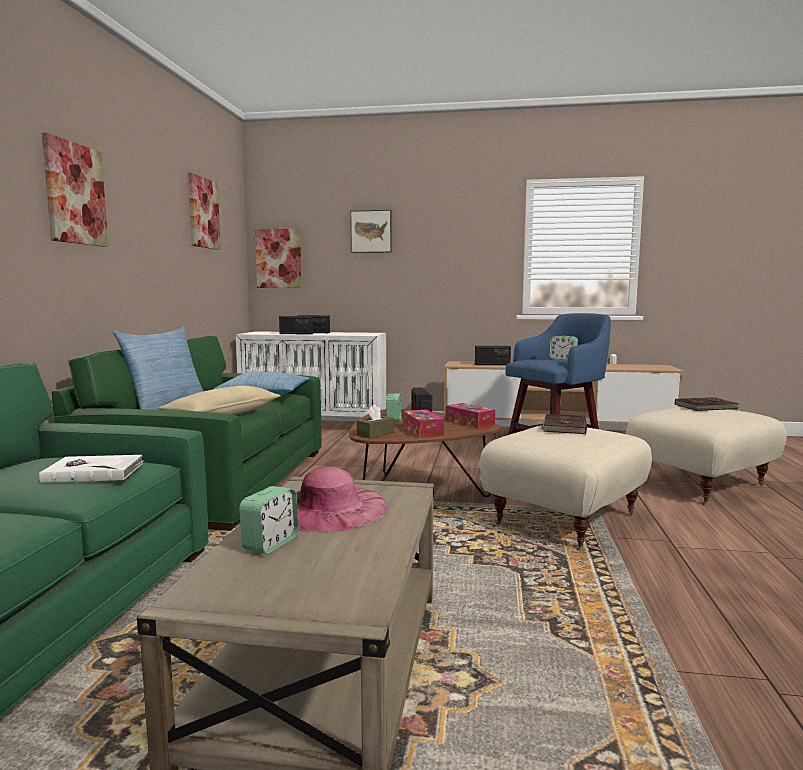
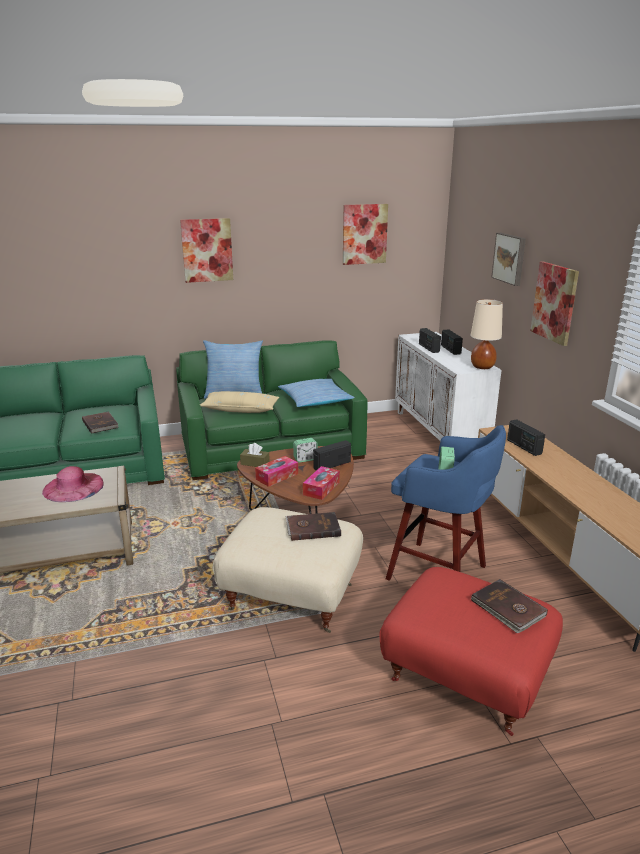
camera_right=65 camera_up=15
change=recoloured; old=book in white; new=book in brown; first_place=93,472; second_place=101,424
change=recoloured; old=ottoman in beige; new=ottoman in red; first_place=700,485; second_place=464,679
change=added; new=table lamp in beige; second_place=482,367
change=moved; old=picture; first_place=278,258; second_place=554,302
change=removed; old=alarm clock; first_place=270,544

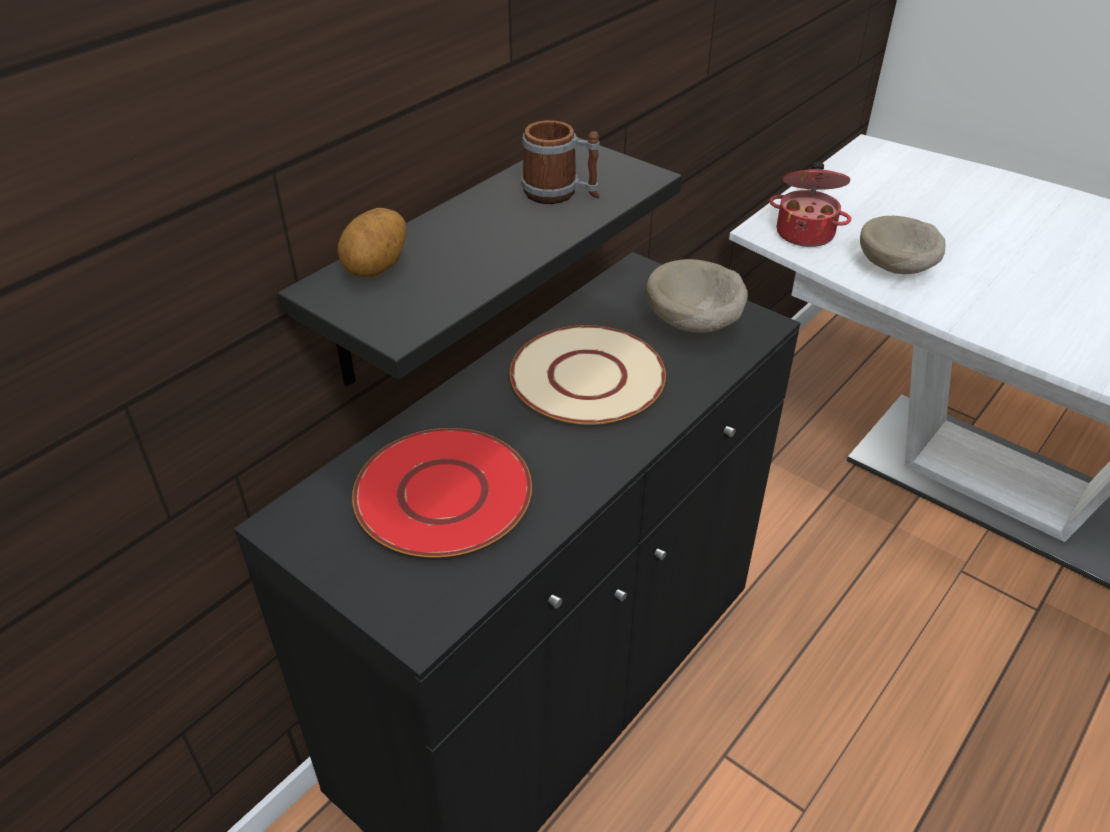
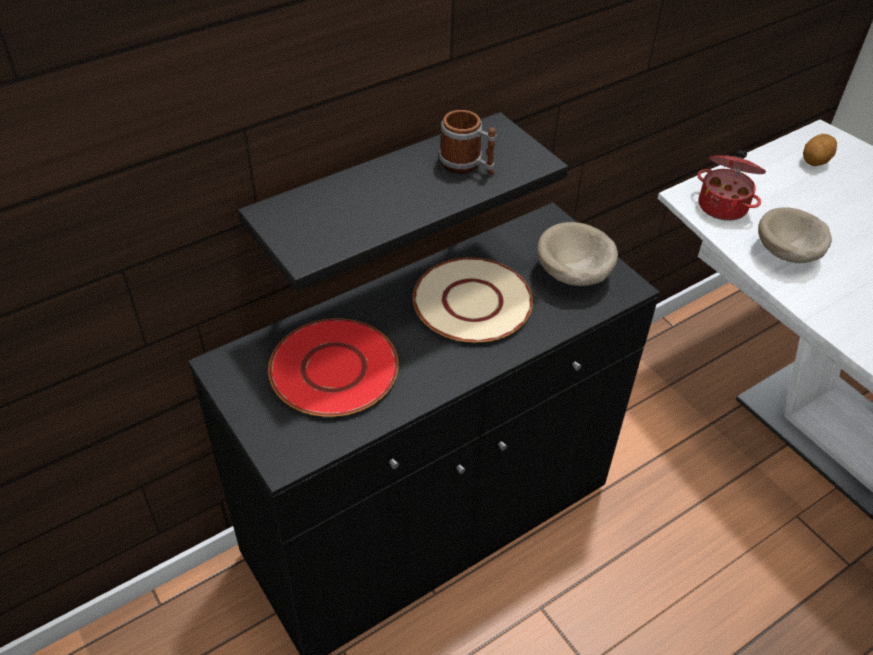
camera_right=15 camera_up=5
change=moved; old=potato; first_place=377,267; second_place=815,161

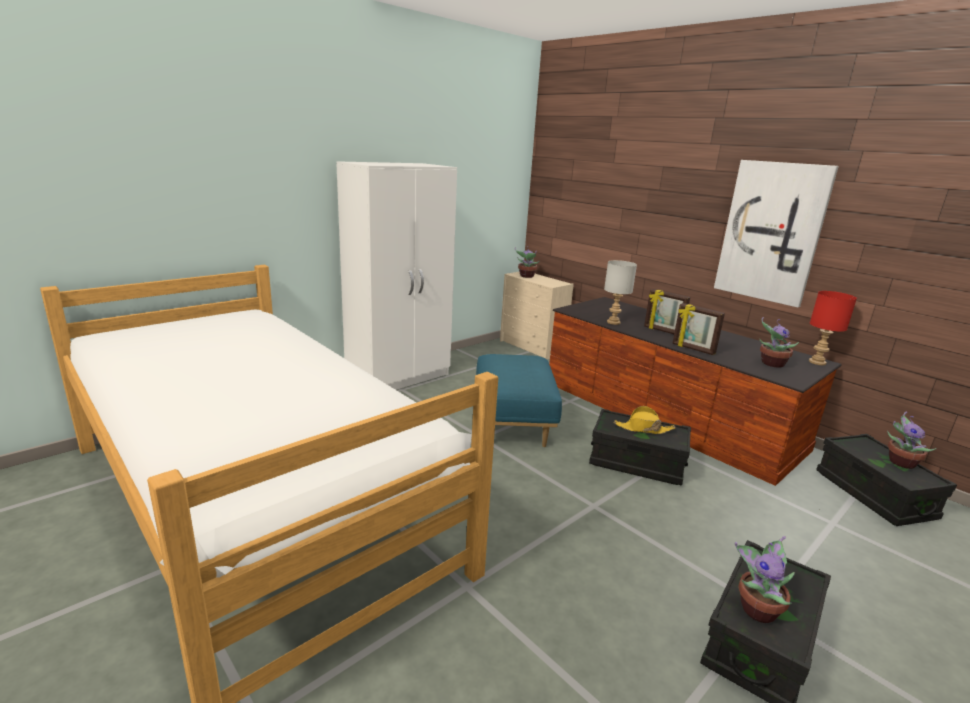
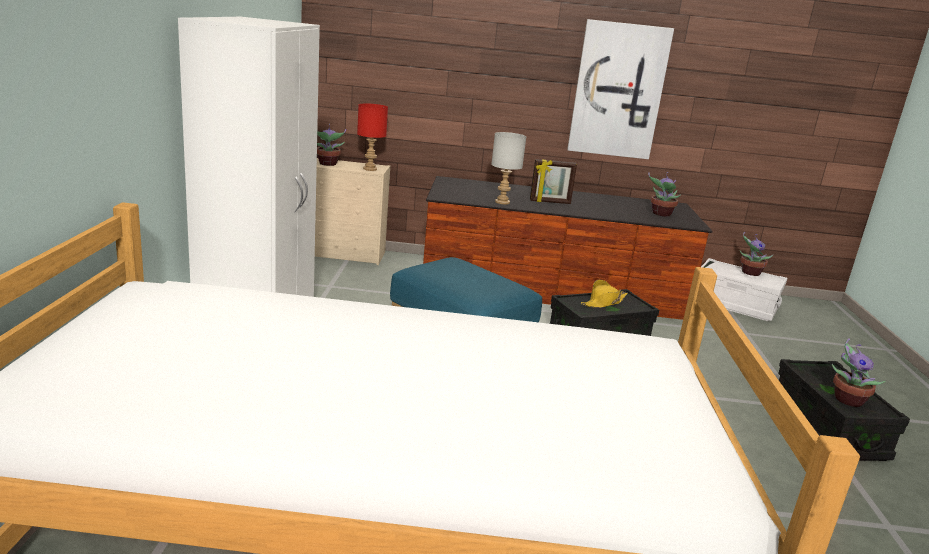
camera_right=-45 camera_up=0
change=moved; old=table lamp in red; first_place=818,362; second_place=370,169
change=recoloured; old=storage box in black; new=storage box in white; first_place=873,495; second_place=734,304
change=removed; old=picture frame; first_place=693,349

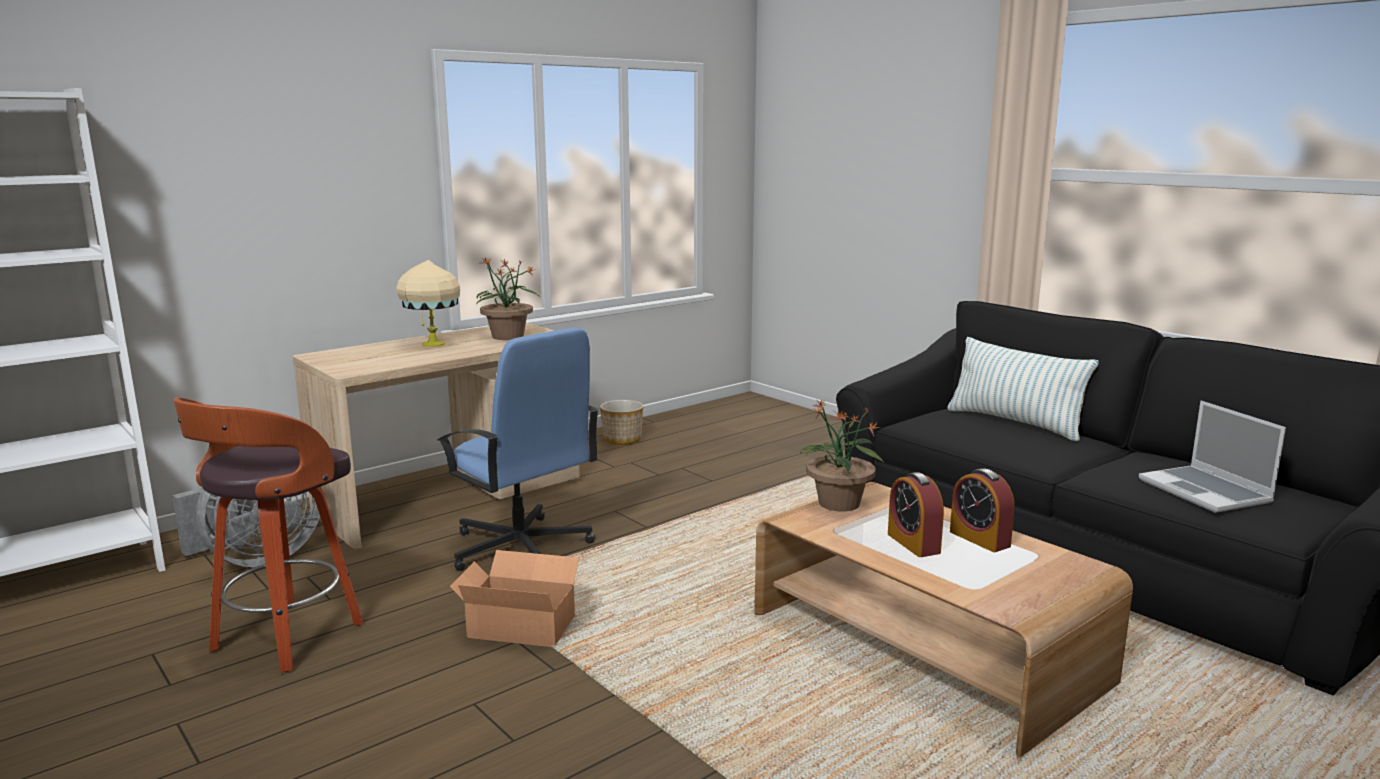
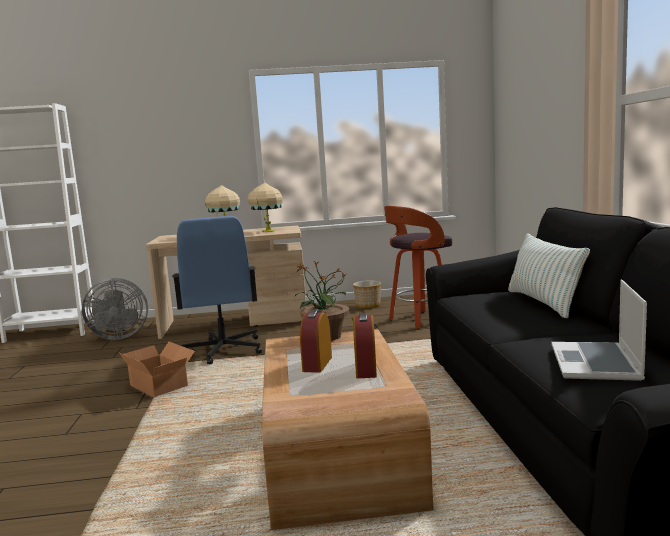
camera_right=35 camera_up=-5
change=replaced; old=potted plant; new=table lamp in beige; first_place=508,337; second_place=268,231
change=moved; old=stool; first_place=285,639; second_place=419,320

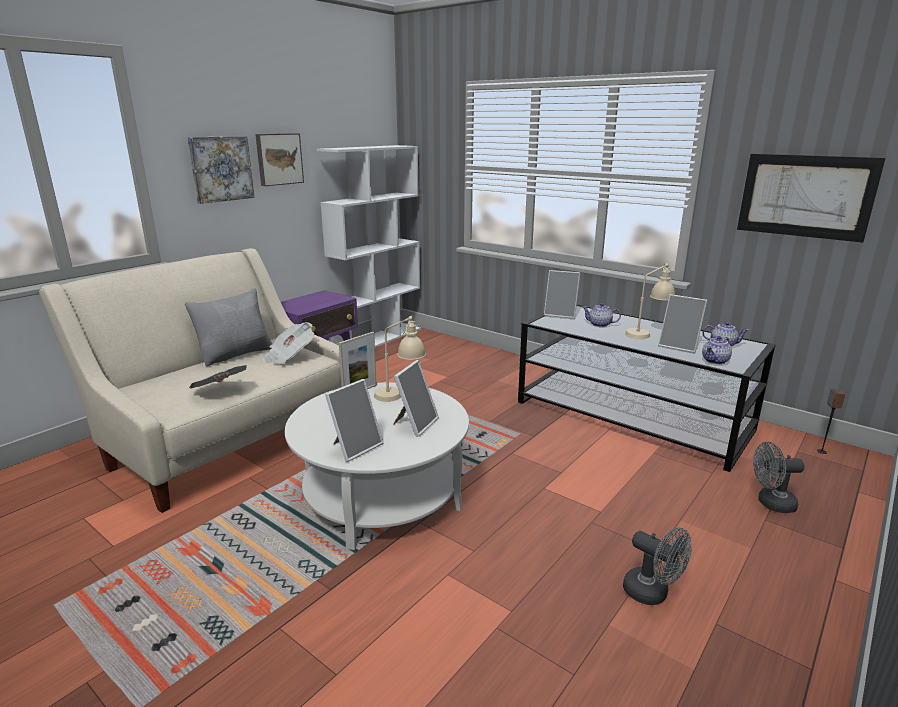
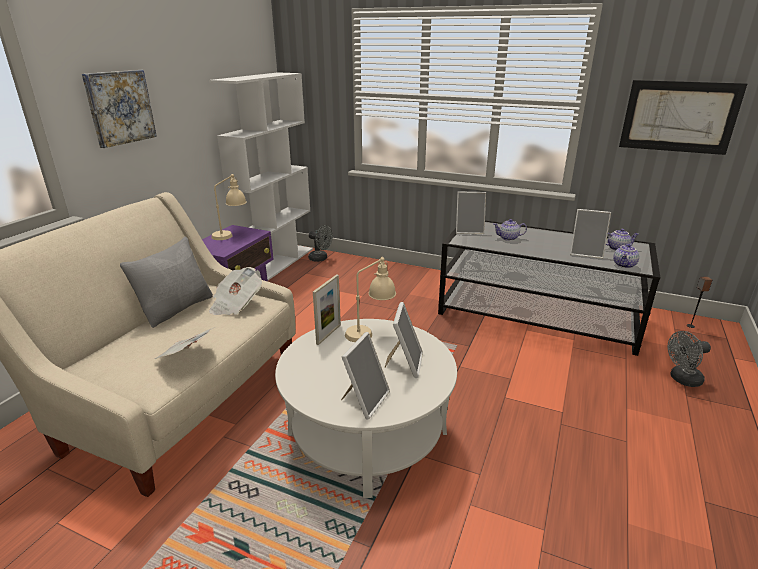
camera_right=-15 camera_up=5
change=moved; old=table lamp in beige; first_place=647,334; second_place=231,235
change=moved; old=fan in grey; first_place=652,593; second_place=320,259
change=removed; old=picture; first_place=278,159

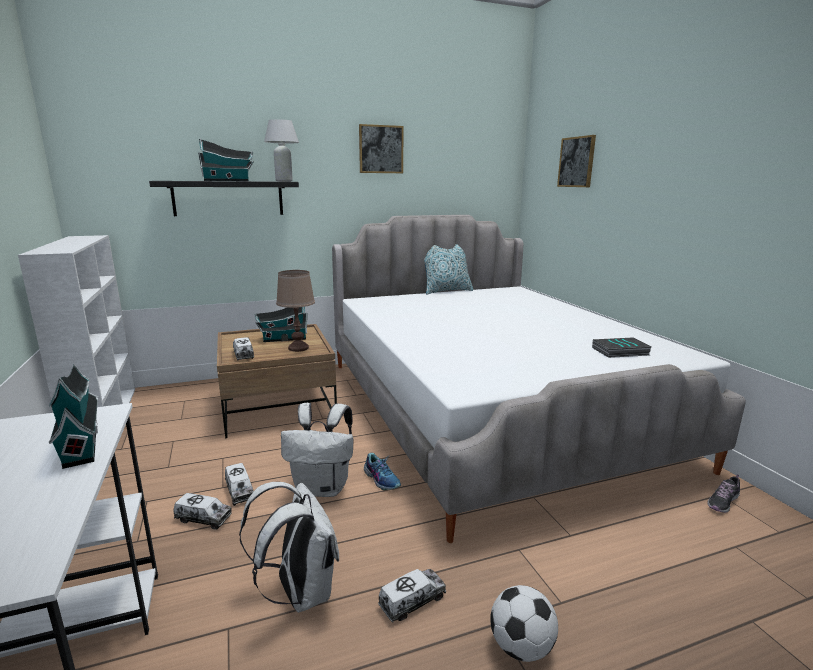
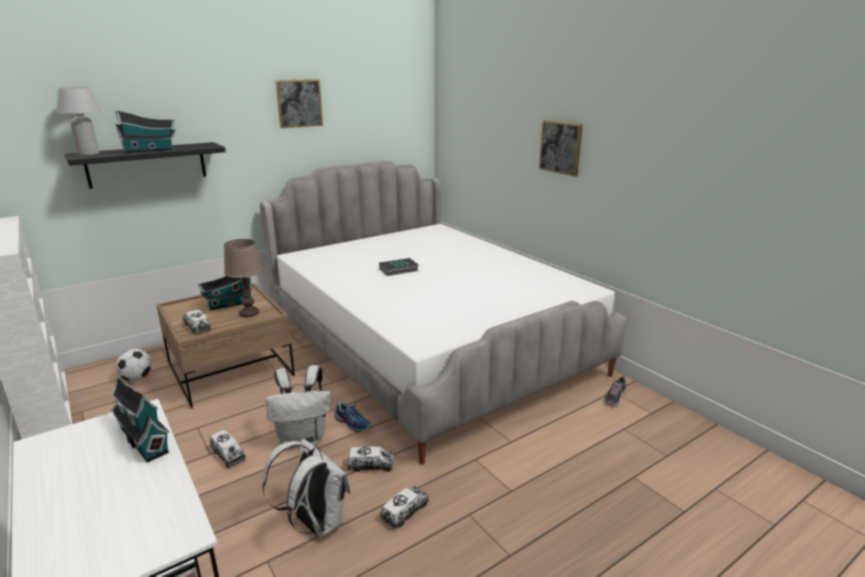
camera_right=-15 camera_up=5
change=moved; old=table lamp in white; first_place=284,181; second_place=88,154
change=moved; old=football; first_place=521,647; second_place=137,378
change=moved; old=toy truck; first_place=203,518; second_place=371,465
change=moved; old=book; first_place=620,351; second_place=398,270
change=moved; old=picture; first_place=576,162; second_place=561,147
change=removed; old=pillow; first_place=446,291

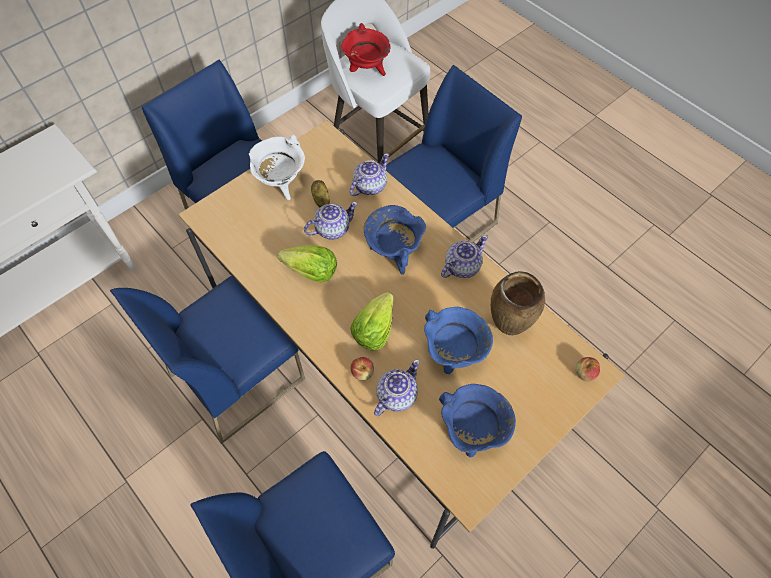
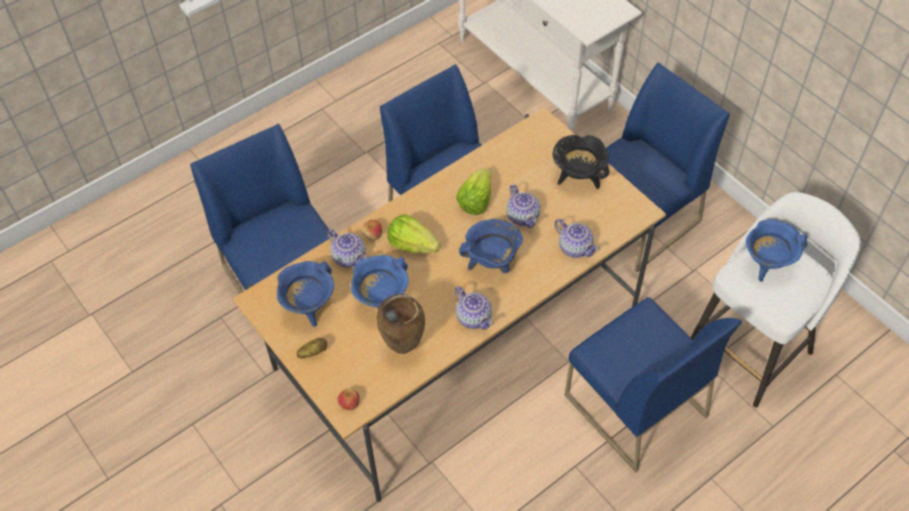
camera_right=95 camera_up=-5
change=moved; old=potato; first_place=321,200; second_place=313,352
change=recoloured; old=cooking pot in white; new=cooking pot in black; first_place=281,184; second_place=578,178
change=recoloured; old=cooking pot in red; new=cooking pot in blue; first_place=367,70; second_place=766,264

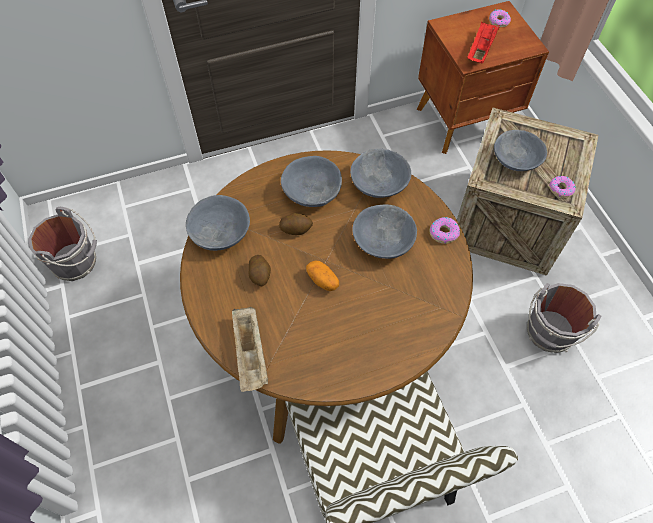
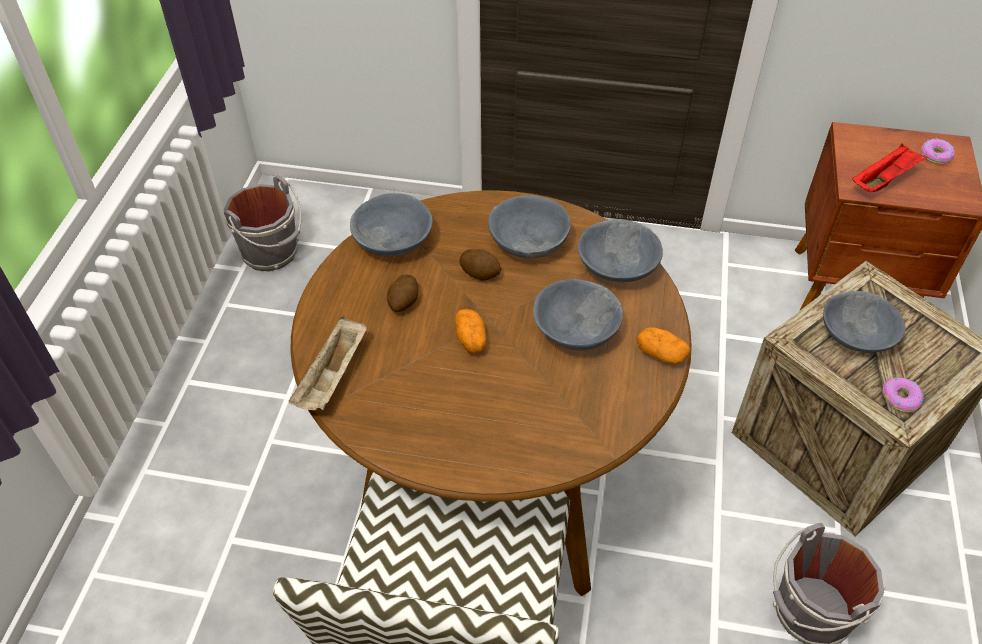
camera_right=30 camera_up=-10
change=replaced; old=donut; new=potato; first_place=443,233; second_place=661,354

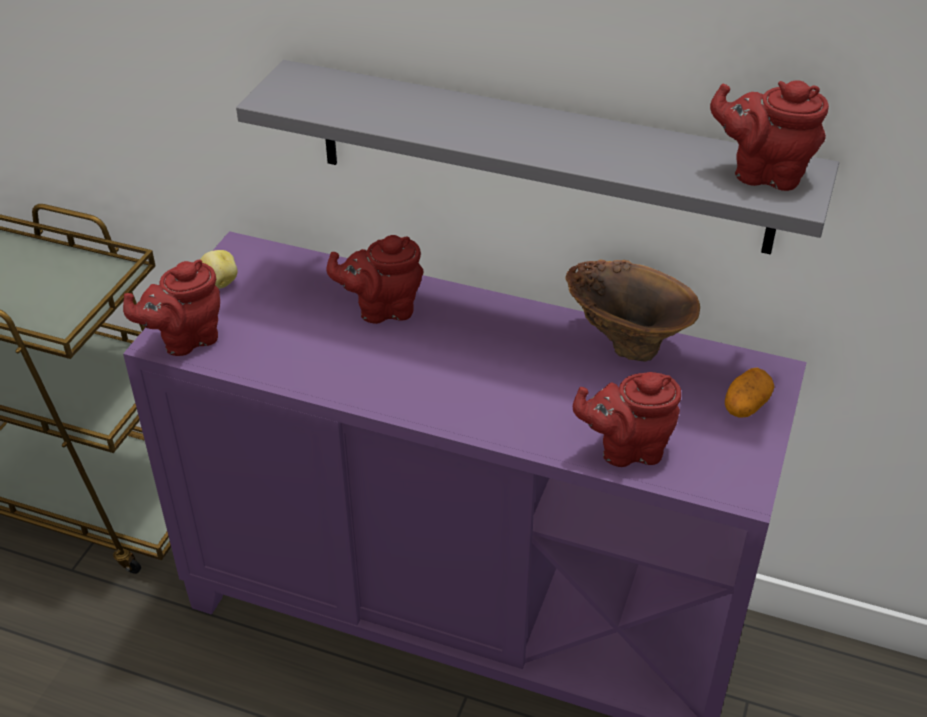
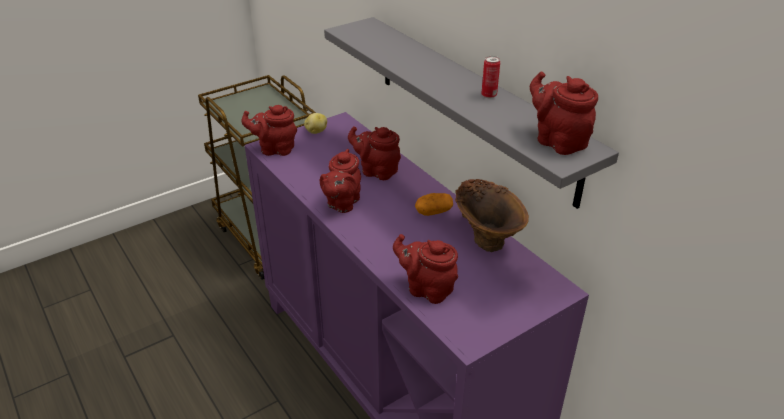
camera_right=35 camera_up=-5
change=added; new=teapot in red; second_place=342,204
change=moved; old=potato; first_place=745,405; second_place=433,212
change=added; new=can; second_place=489,95

